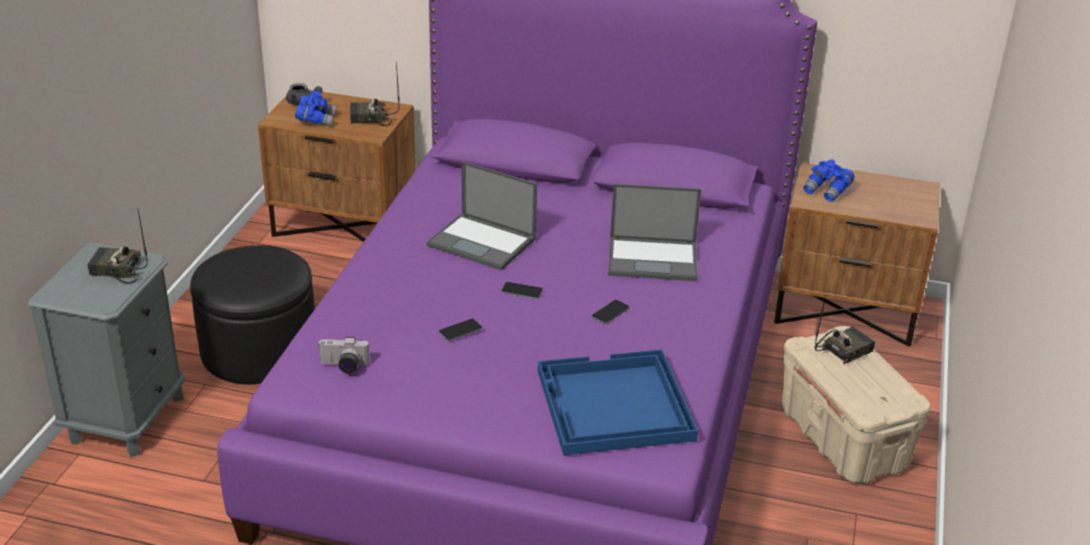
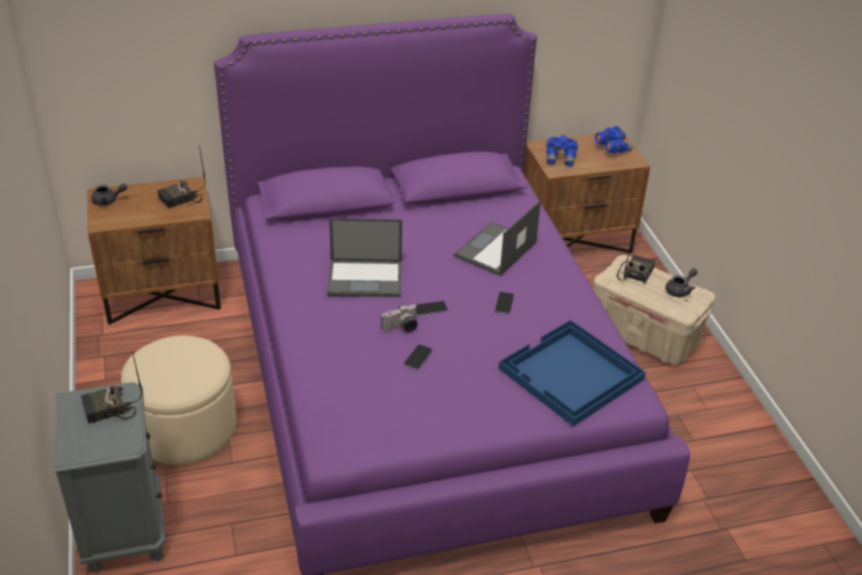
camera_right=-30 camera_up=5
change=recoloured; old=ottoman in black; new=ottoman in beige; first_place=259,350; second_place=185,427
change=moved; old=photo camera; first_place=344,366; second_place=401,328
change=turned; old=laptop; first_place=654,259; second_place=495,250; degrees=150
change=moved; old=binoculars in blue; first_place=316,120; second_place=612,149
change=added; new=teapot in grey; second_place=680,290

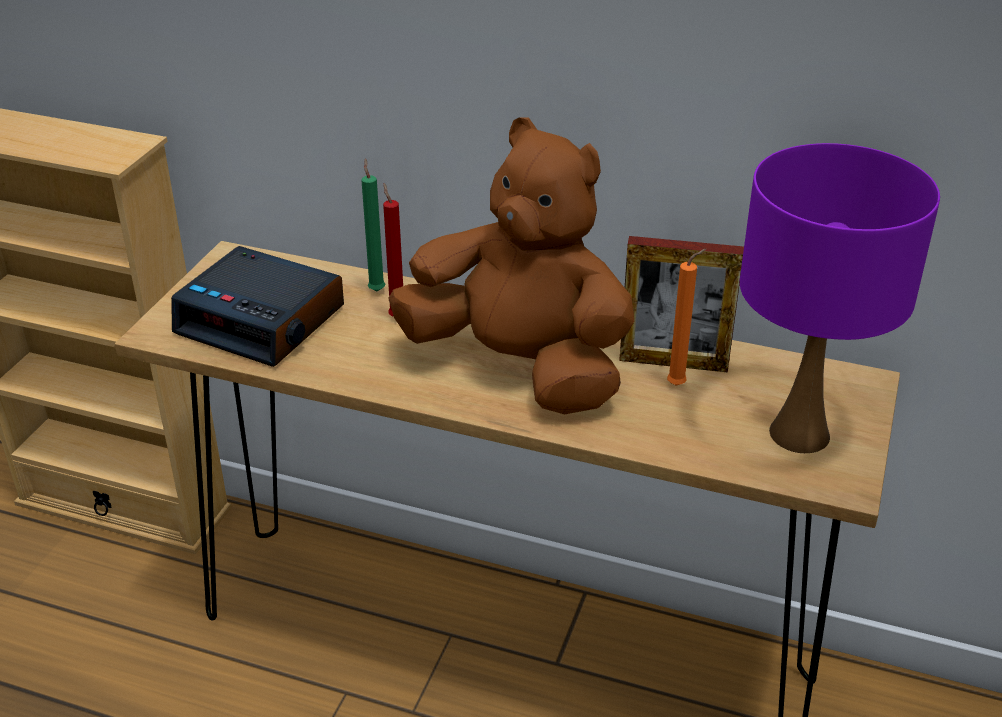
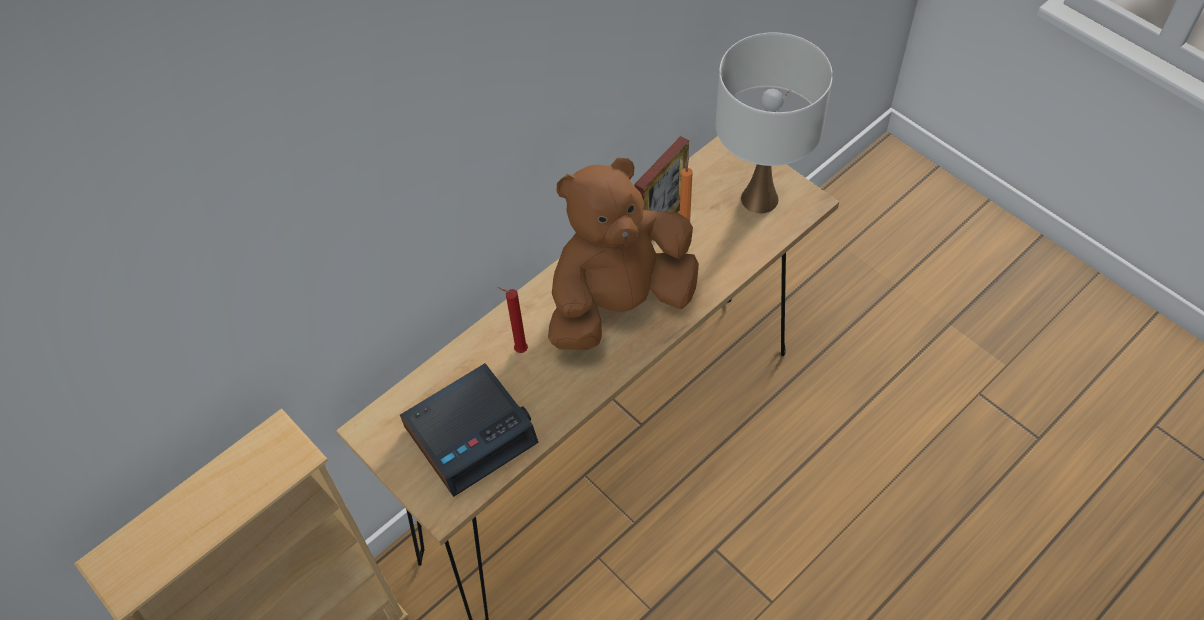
camera_right=-60 camera_up=20
change=recoloured; old=table lamp in purple; new=table lamp in white; first_place=798,434; second_place=759,199
change=removed; old=candle in green; first_place=376,289

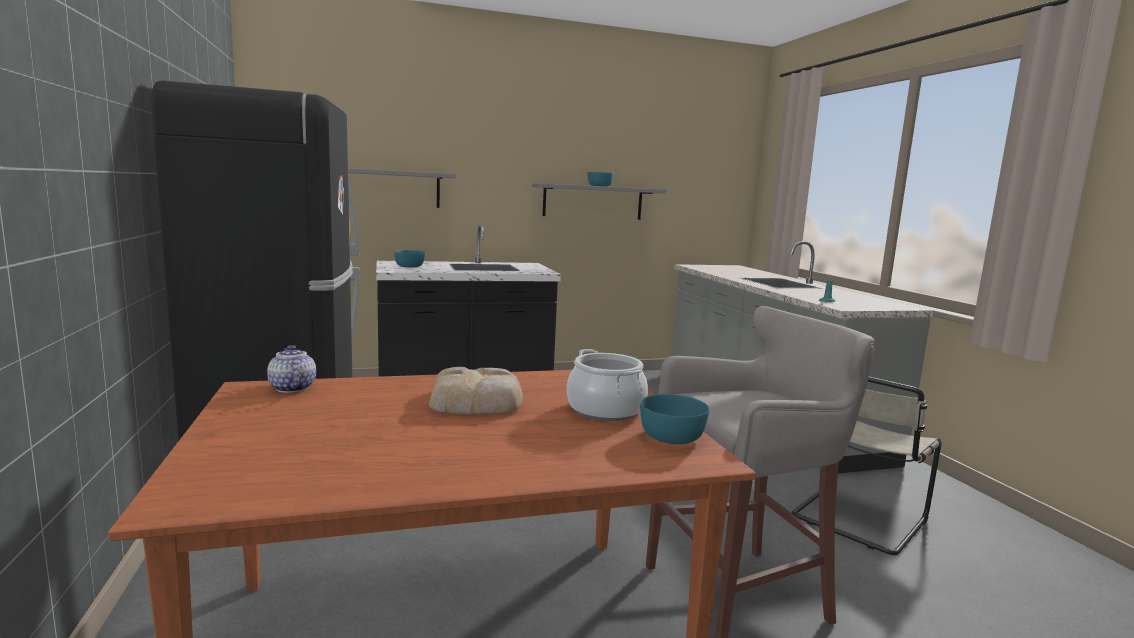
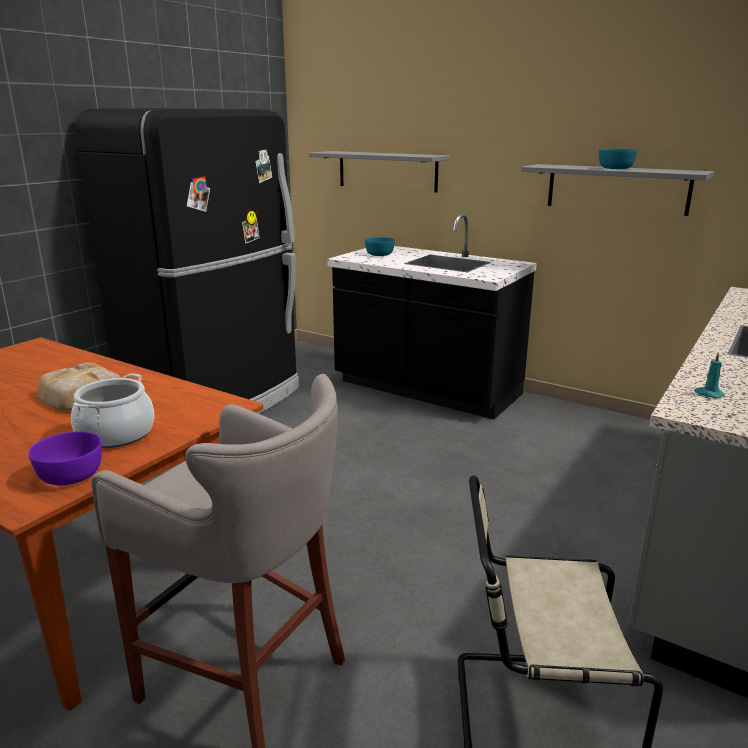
camera_right=50 camera_up=10
change=recoloured; old=bowl in turquoise; new=bowl in purple; first_place=670,436; second_place=70,474
change=removed; old=teapot; first_place=291,388

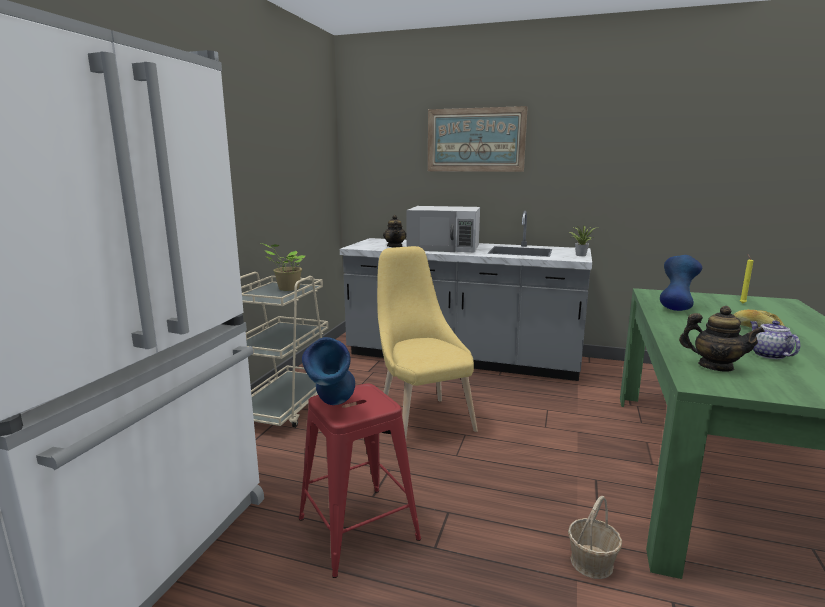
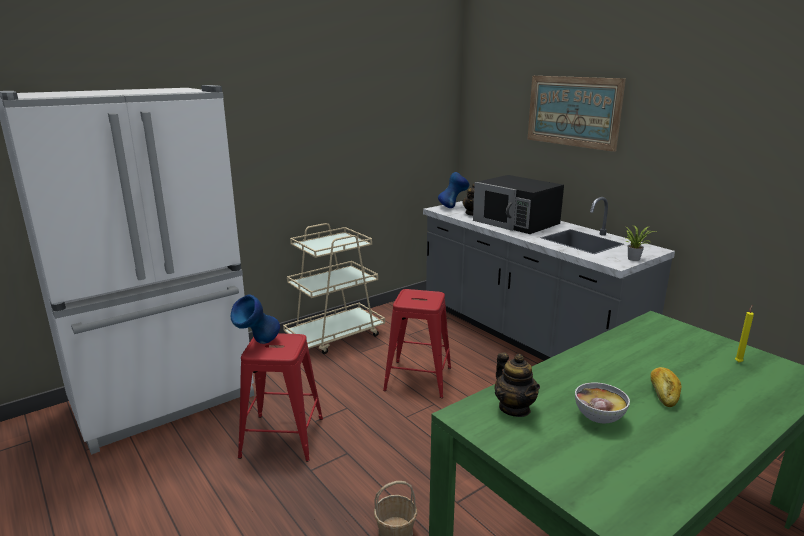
camera_right=35 camera_up=5
change=replaced; old=chair in yellow; new=stool in red; first_place=422,418; second_place=418,379
change=moved; old=vase in blue; first_place=675,308; second_place=453,207
change=recoloured; old=microwave in white; new=microwave in black; first_place=444,247; second_place=516,222
change=replaced; old=teapot; new=bowl; first_place=768,354; second_place=598,418
change=removed; old=potted plant; first_place=287,289

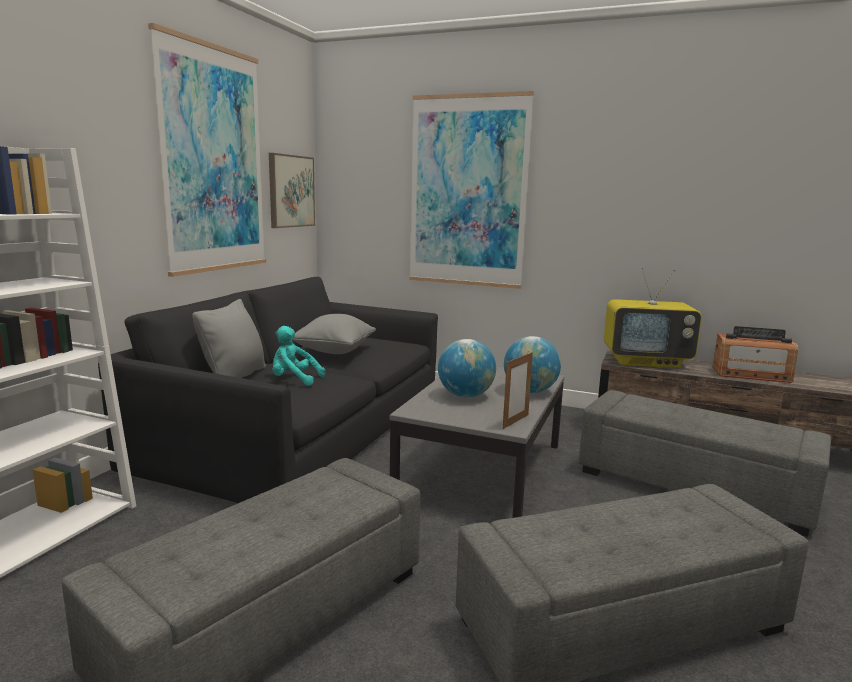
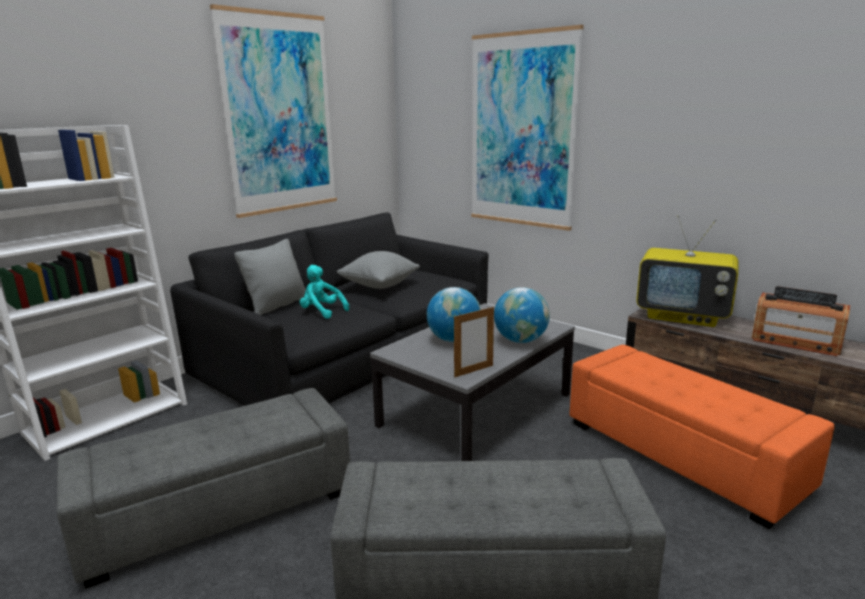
camera_right=20 camera_up=5
change=recoloured; old=ottoman in grey; new=ottoman in orange; first_place=692,486; second_place=681,454
change=removed; old=picture; first_place=291,191

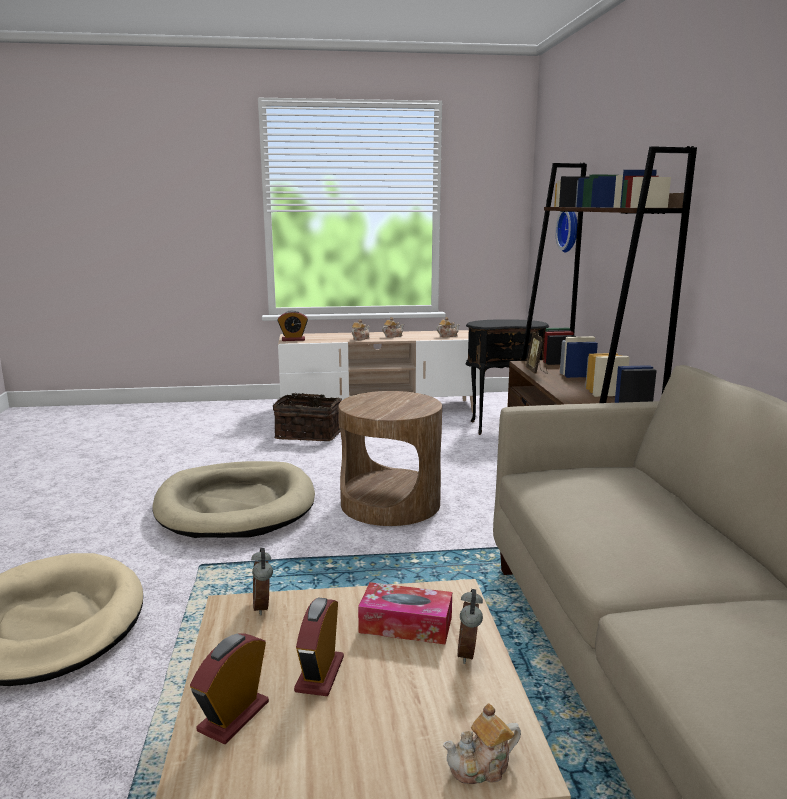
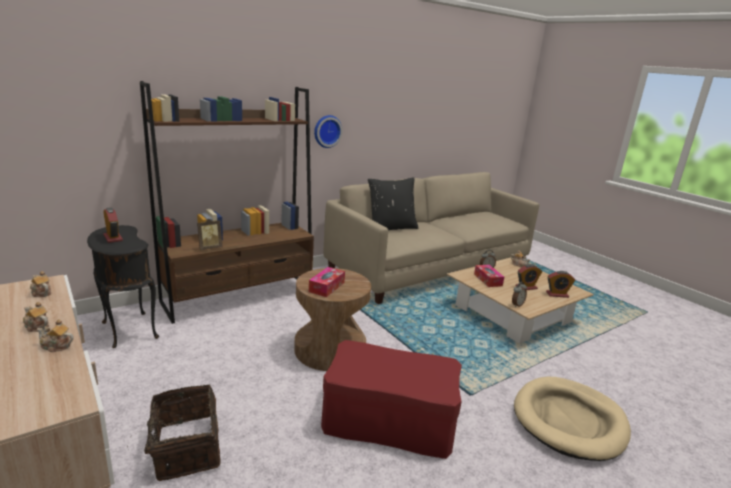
camera_right=-120 camera_up=5
change=moved; old=alarm clock; first_place=293,339; second_place=113,238
change=added; new=tissue box; second_place=326,287
change=moved; old=wall clock; first_place=570,229; second_place=327,131
change=replaced; old=dog bed in beige; new=ottoman in red; first_place=236,505; second_place=389,419
change=added; new=pillow in black; second_place=391,227

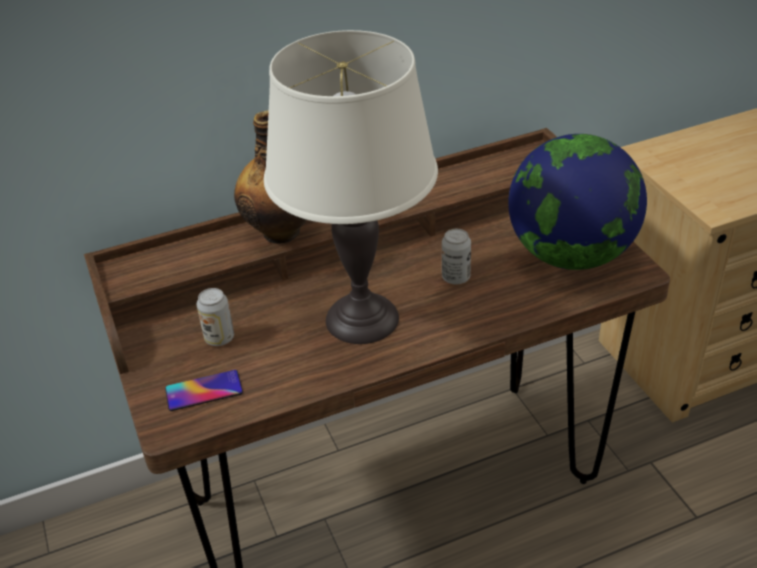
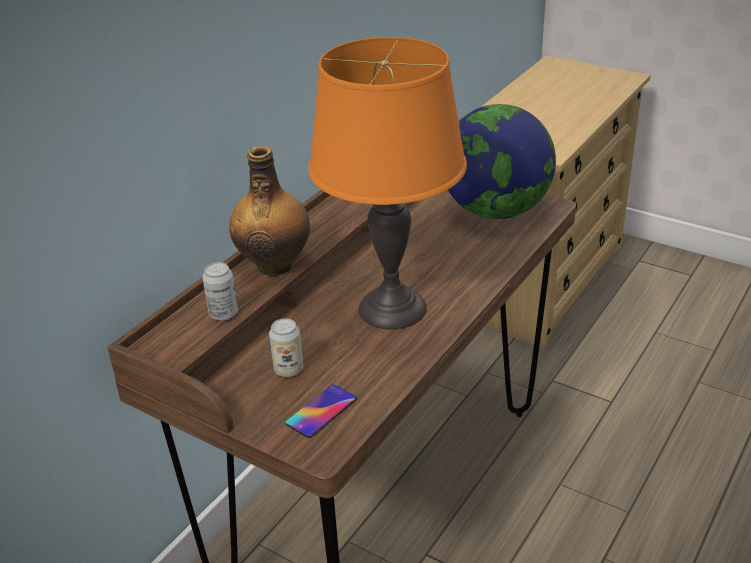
camera_right=-35 camera_up=-5
change=moved; old=can; first_place=456,277; second_place=223,314
change=recoloured; old=table lamp in white; new=table lamp in orange; first_place=362,319; second_place=392,309

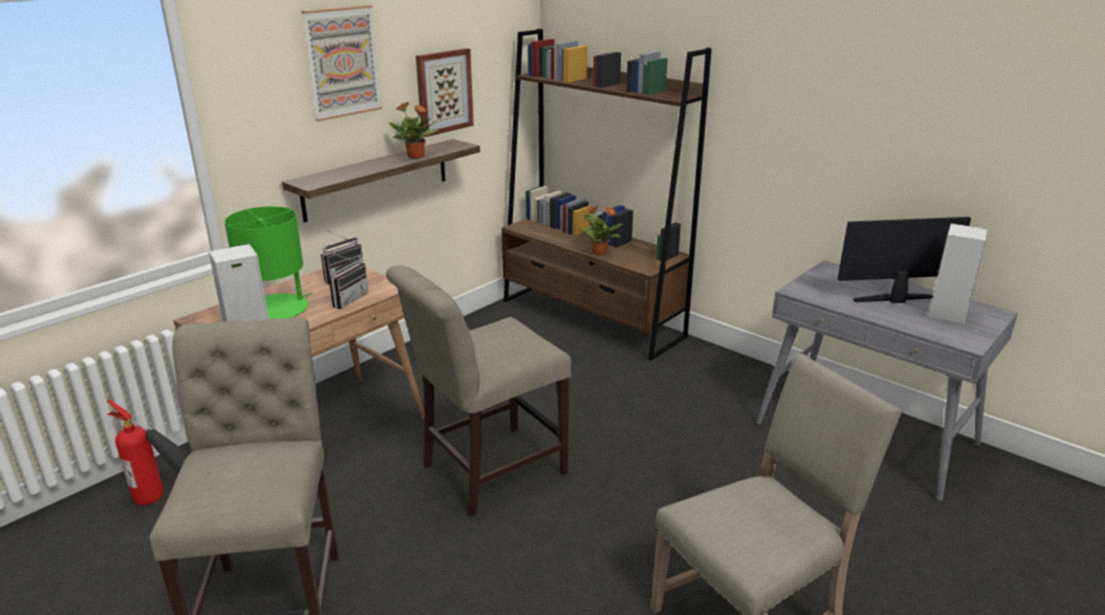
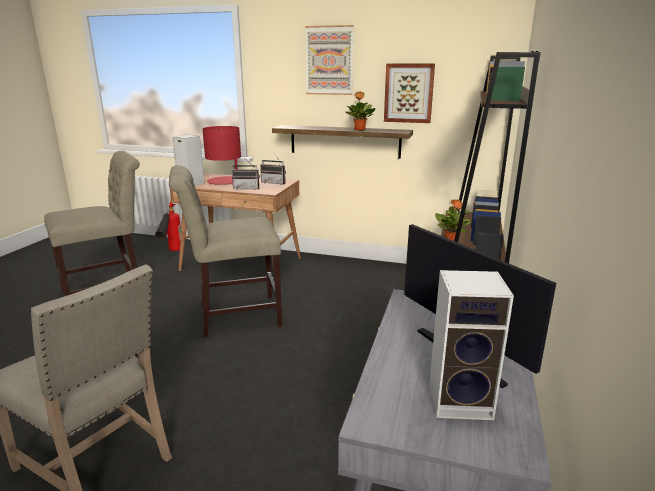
camera_right=65 camera_up=-5
change=turned; old=chair in beige; first_place=486,472; second_place=234,315; degrees=-45
change=recoloured; old=table lamp in green; new=table lamp in red; first_place=276,309; second_place=225,181

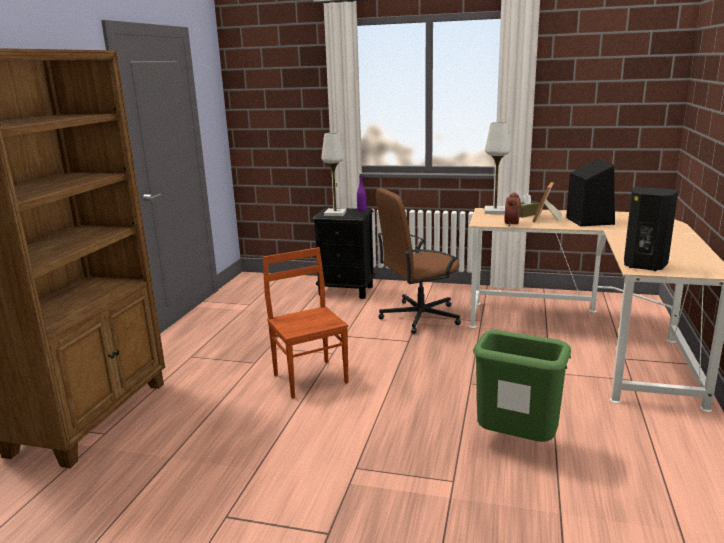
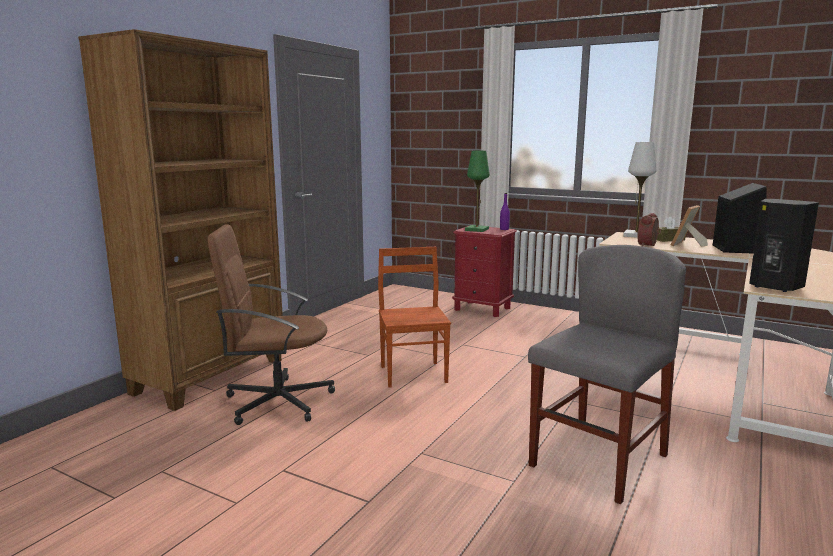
camera_right=15 camera_up=-5
change=moved; old=office chair in brown; first_place=419,317; second_place=277,401
change=recoloured; old=nightstand in black; new=nightstand in red; first_place=346,291; second_place=482,309
change=recoloured; old=table lamp in white; new=table lamp in green; first_place=335,213; second_place=477,230
change=replaced; old=trash can in green; new=chair in grey; first_place=516,444; second_place=598,460

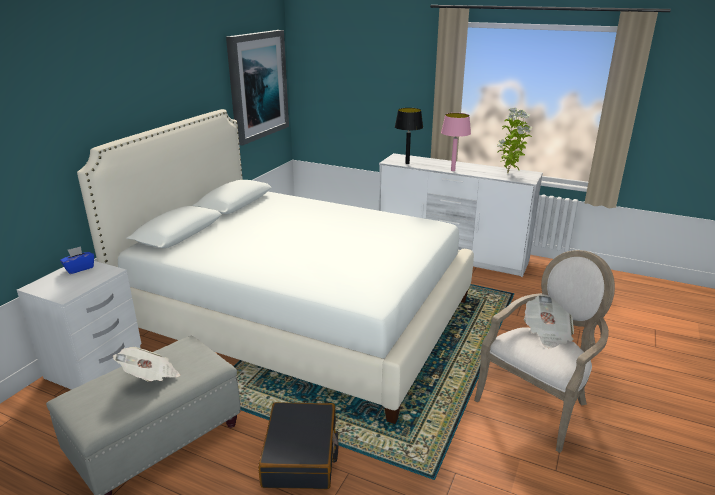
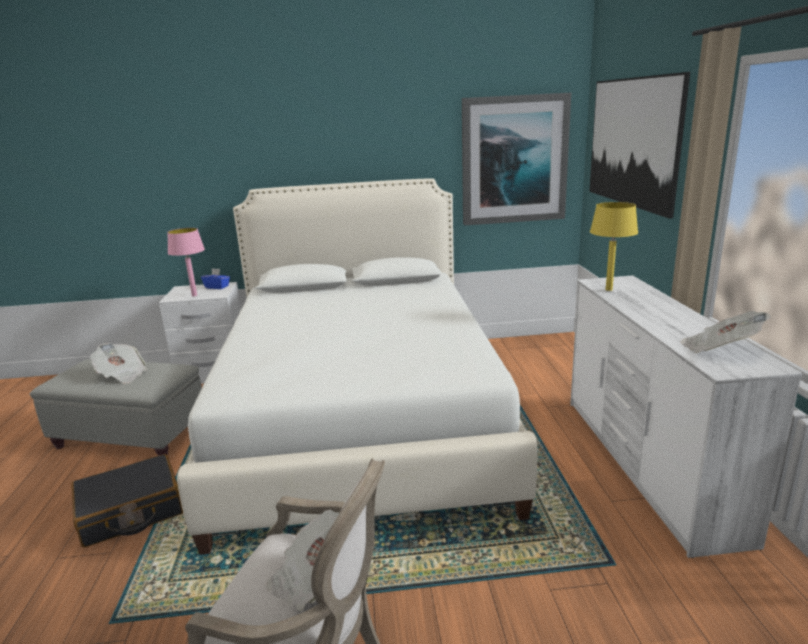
camera_right=60 camera_up=-5
change=moved; old=table lamp in pink; first_place=453,170; second_place=194,295
change=added; new=picture; second_place=632,142
change=recoloured; old=table lamp in black; new=table lamp in yellow; first_place=407,163; second_place=608,289
change=replaced; old=potted plant; new=newspaper; first_place=509,173; second_place=719,350

